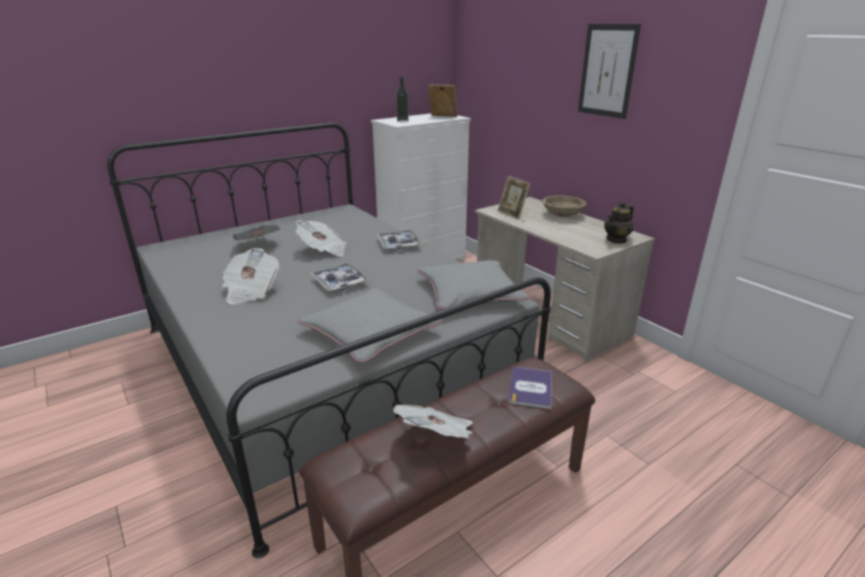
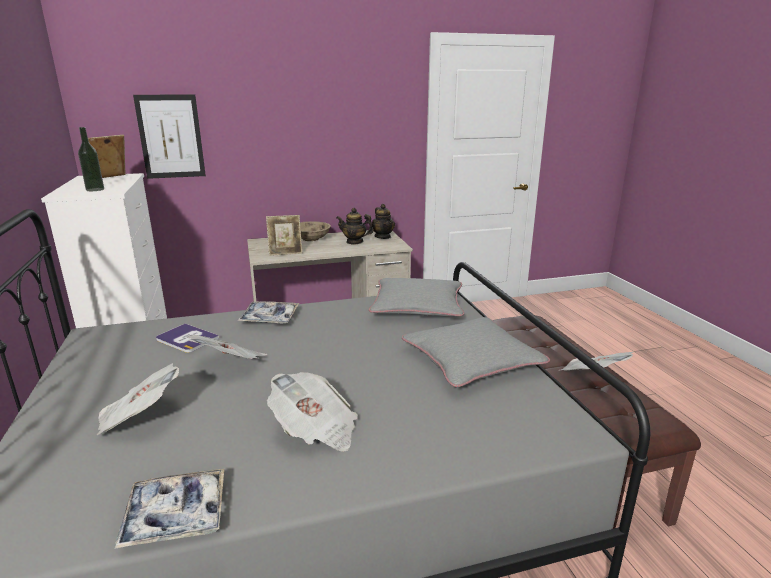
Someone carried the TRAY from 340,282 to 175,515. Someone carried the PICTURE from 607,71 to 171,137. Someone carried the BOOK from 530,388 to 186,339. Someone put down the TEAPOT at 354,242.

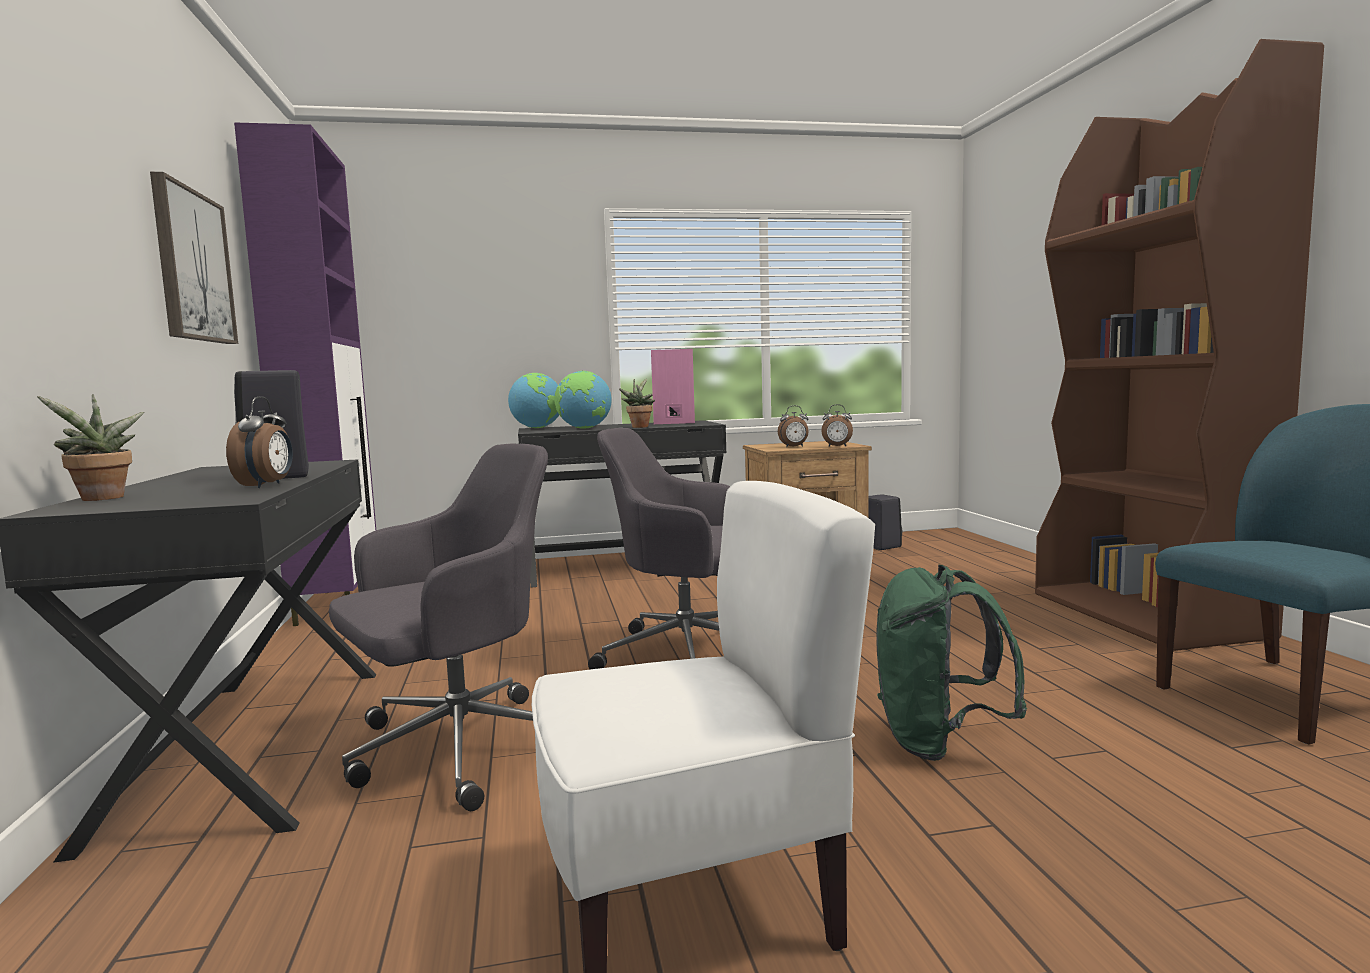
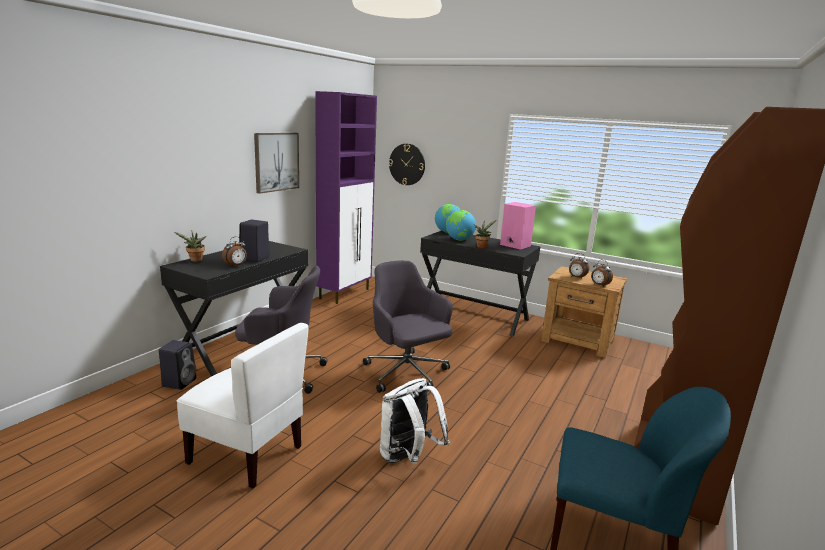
Someone carried the BLACK SPEAKER from 879,546 to 179,382. Someone repainted the GREEN BACKPACK at 938,742, which became the WHITE BACKPACK at 408,458. Someone put up the WALL CLOCK at 407,164.

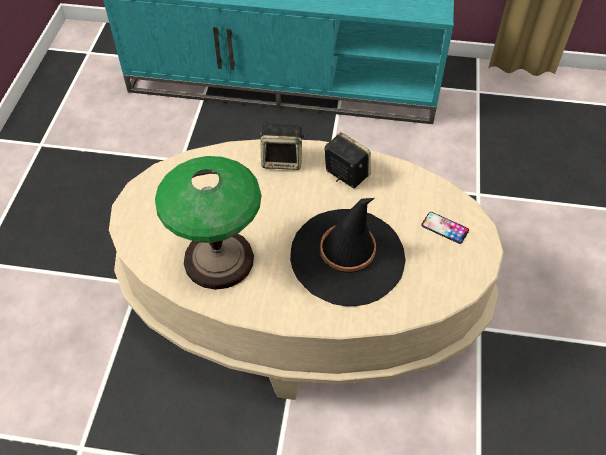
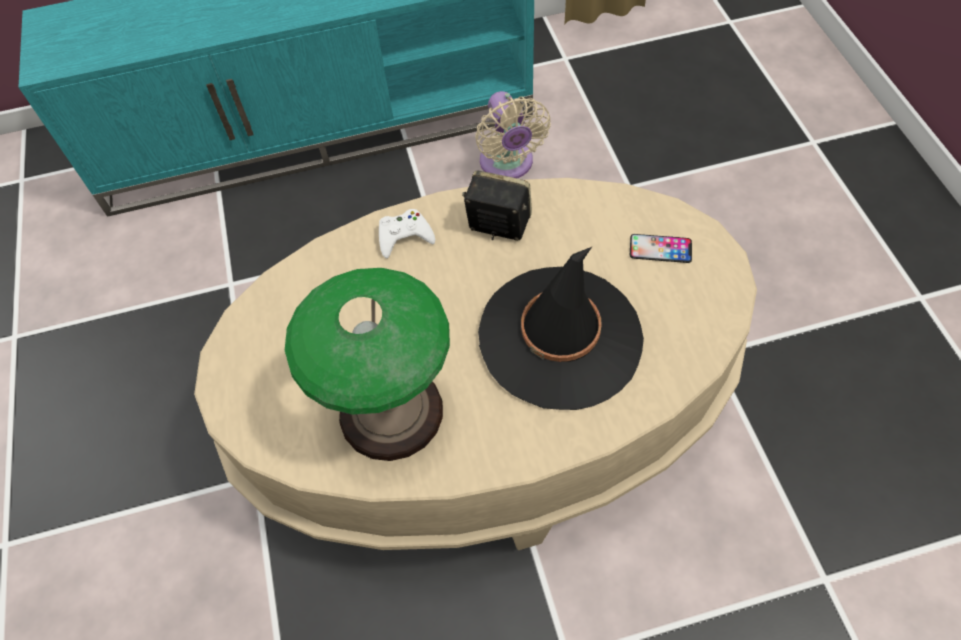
Someone swapped the SPEAKER at 283,160 for the WHITE GAME CONTROLLER at 404,236. Someone put down the BEIGE FAN at 508,165.

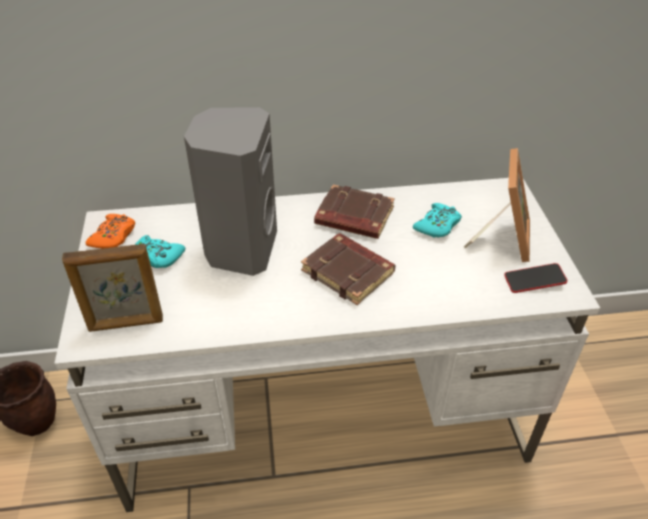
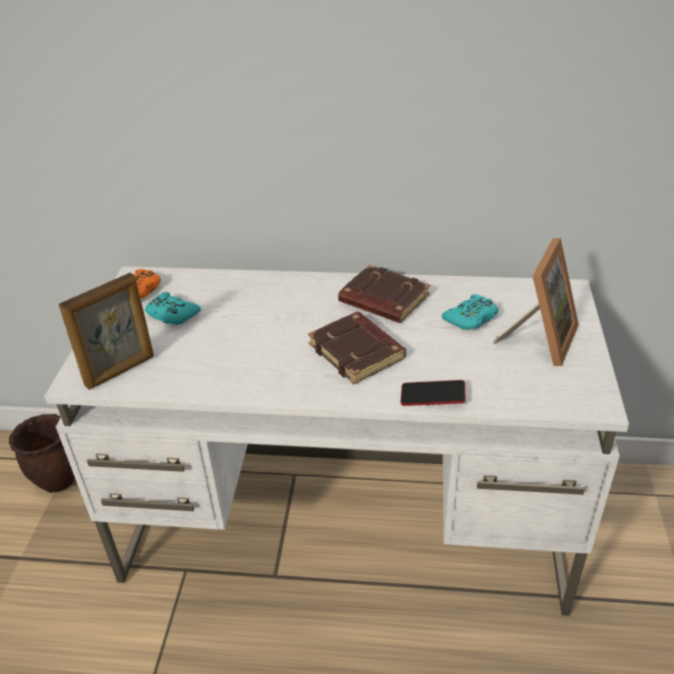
Someone rotated the PICTURE FRAME at 126,324 by 45 degrees counterclockwise. Someone carried the PHONE from 534,281 to 432,397. Someone took away the GREY SPEAKER at 240,249.

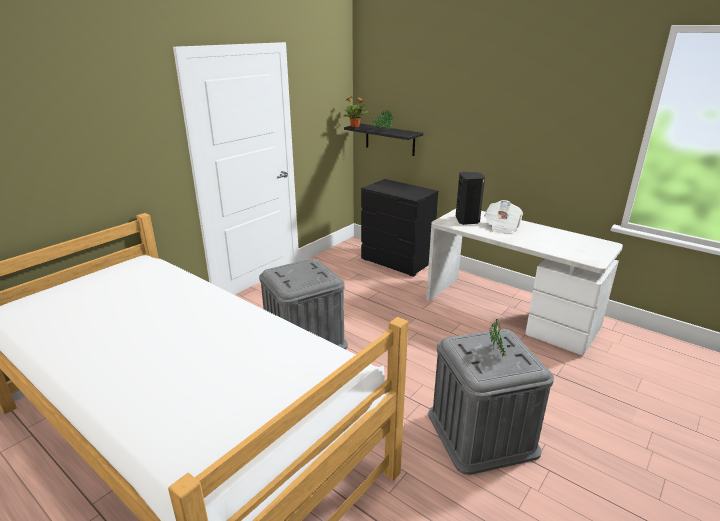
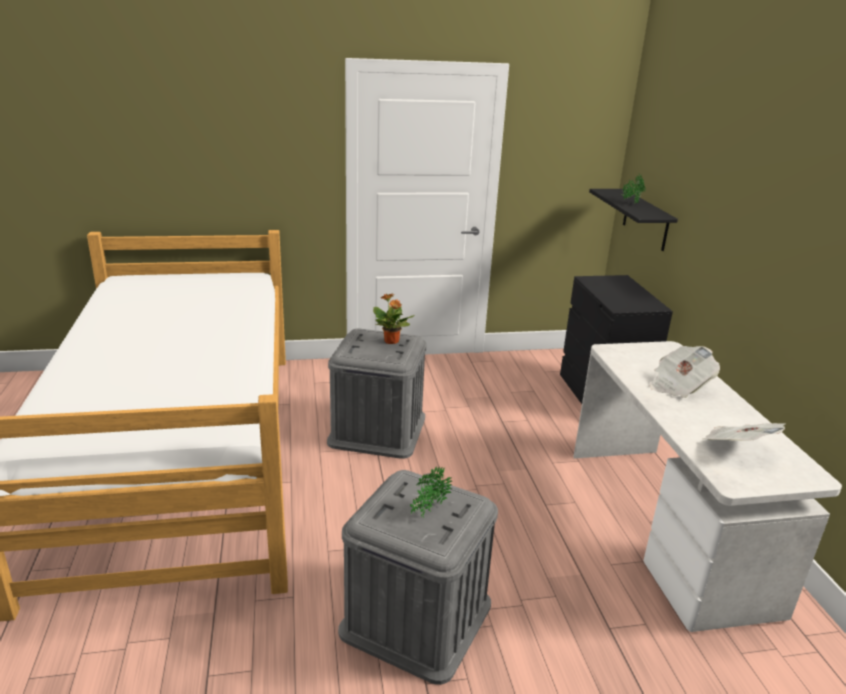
Someone carried the POTTED PLANT from 355,126 to 391,341. Someone put down the NEWSPAPER at 737,447. Someone took away the BLACK SPEAKER at 467,220.

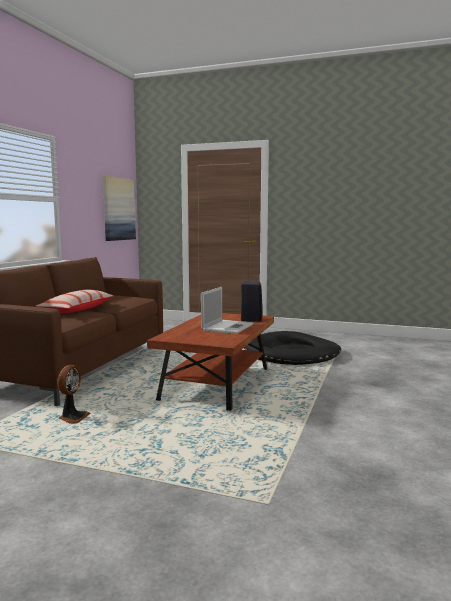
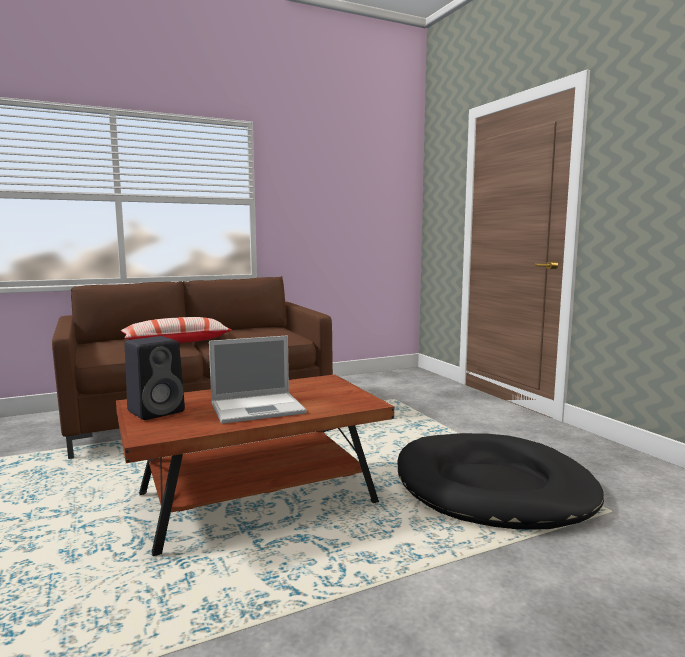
Someone carried the BLACK SPEAKER from 250,319 to 157,411. Someone took away the FAN at 73,418. Someone took away the PICTURE at 118,209.

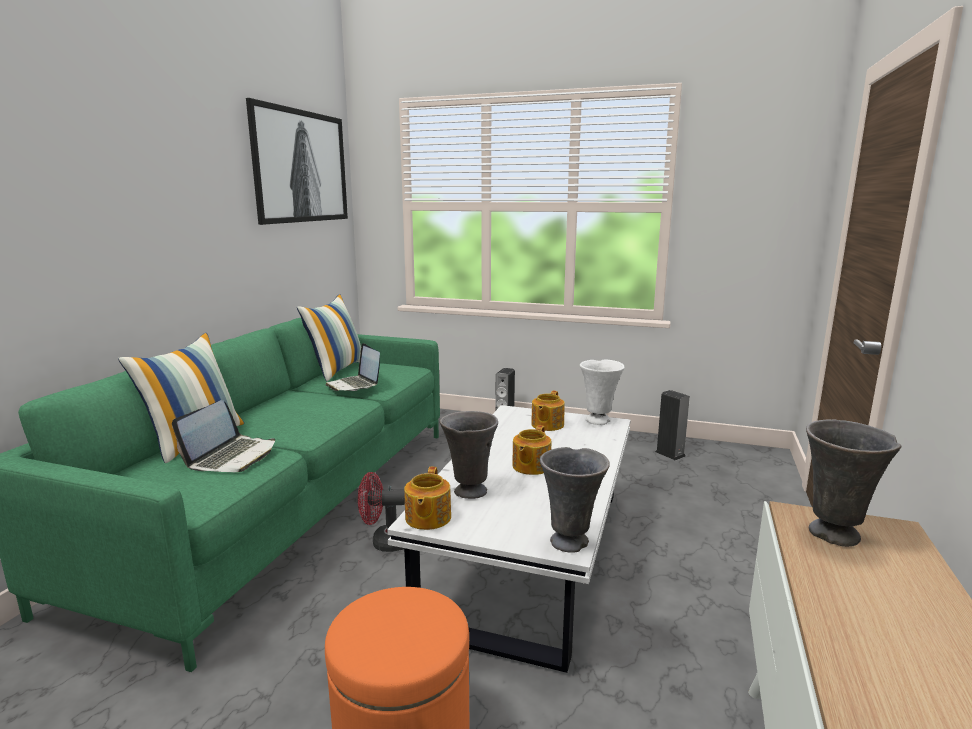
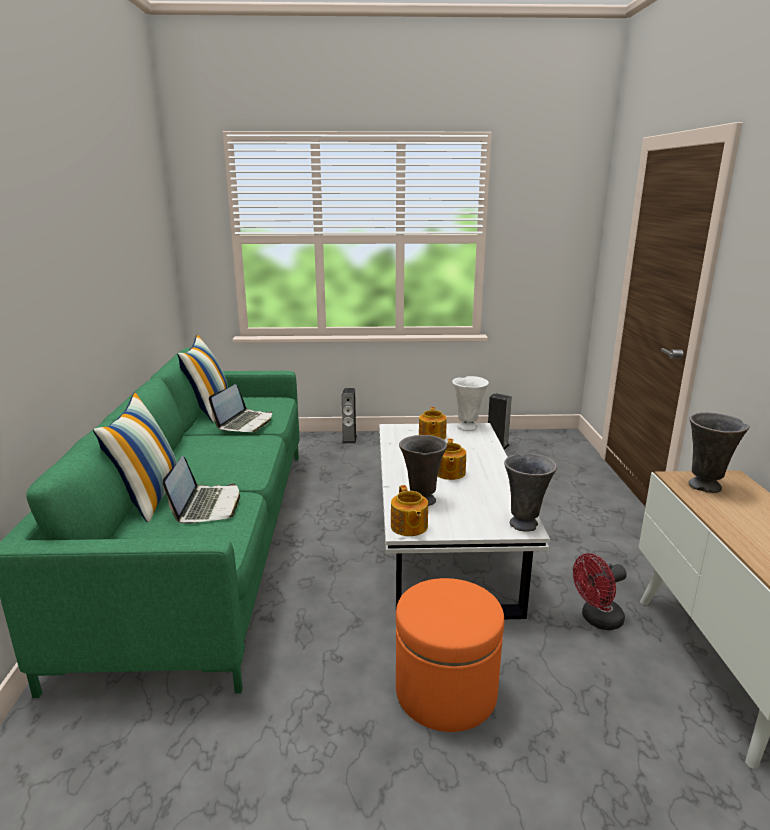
Someone rotated the LAPTOP at 354,385 by 105 degrees counterclockwise. Someone carried the RED FAN from 385,542 to 597,620. Someone took away the PICTURE at 300,166.

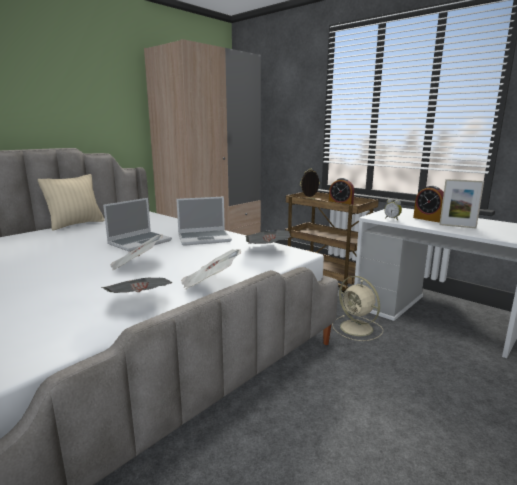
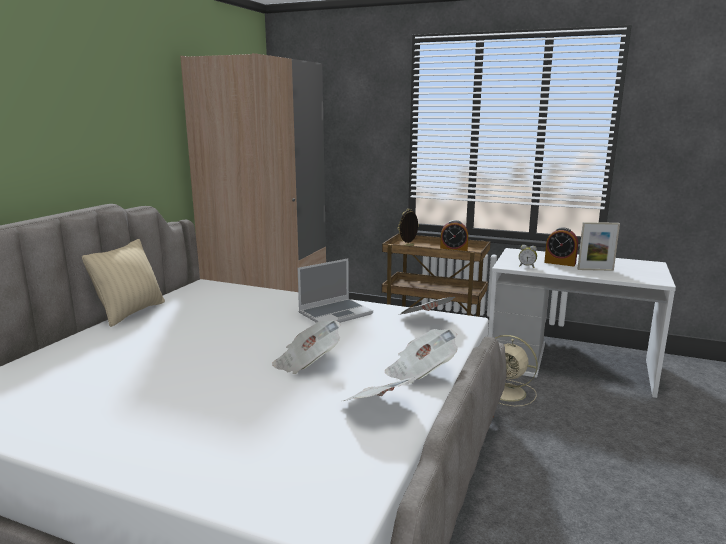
Someone took away the LAPTOP at 140,242.

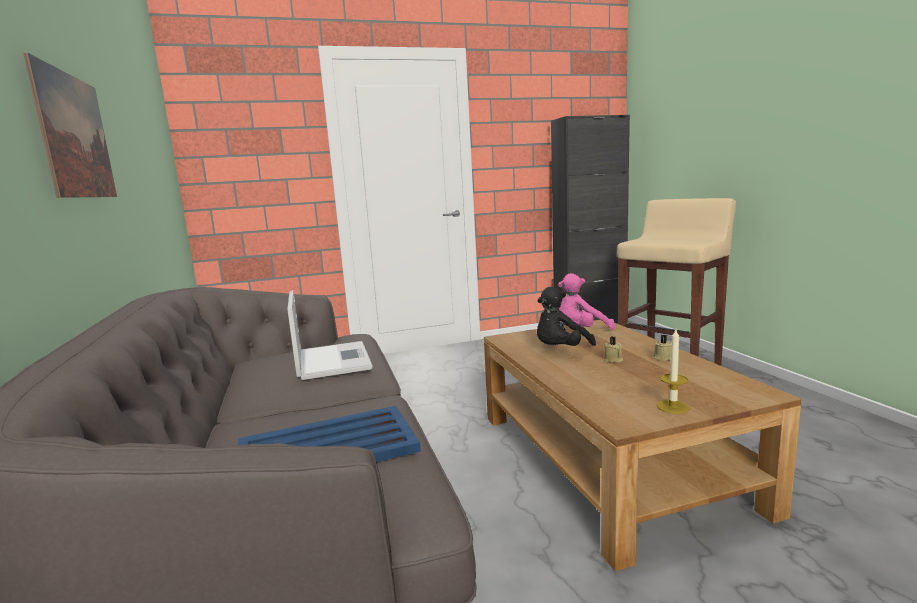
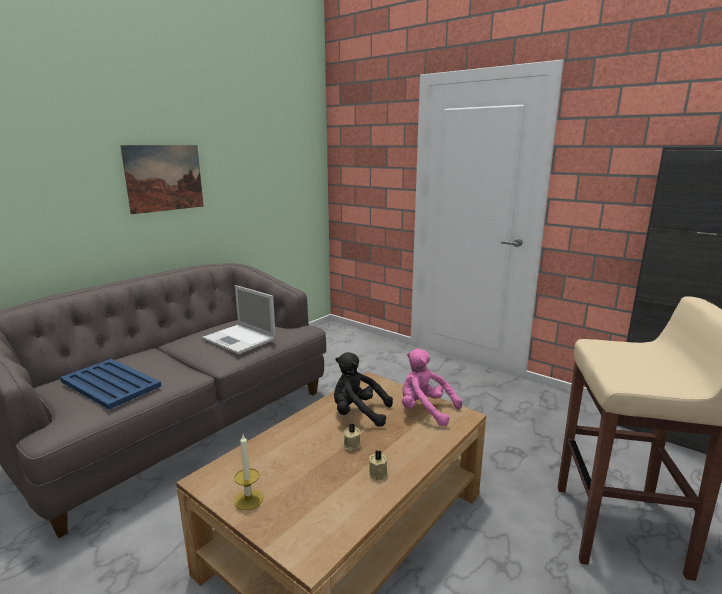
Someone rotated the LAPTOP at 332,360 by 90 degrees clockwise.

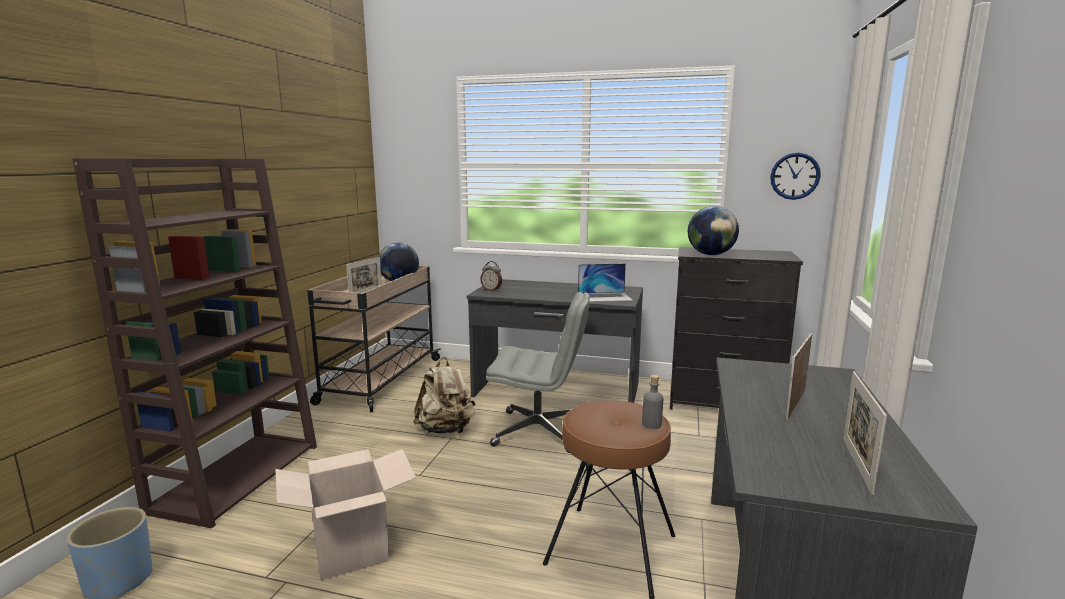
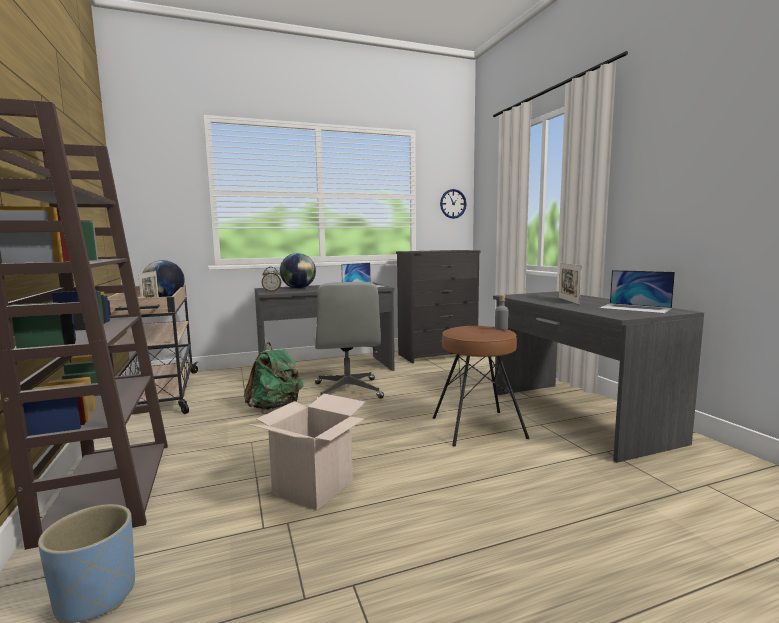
Someone repainted the BEIGE BACKPACK at 446,430, which became the GREEN BACKPACK at 275,407. Someone carried the GLOBE from 711,254 to 298,288. Someone rotated the GREY OFFICE CHAIR at 539,431 by 105 degrees clockwise. Someone swapped the PICTURE FRAME at 856,464 for the LAPTOP at 635,308.

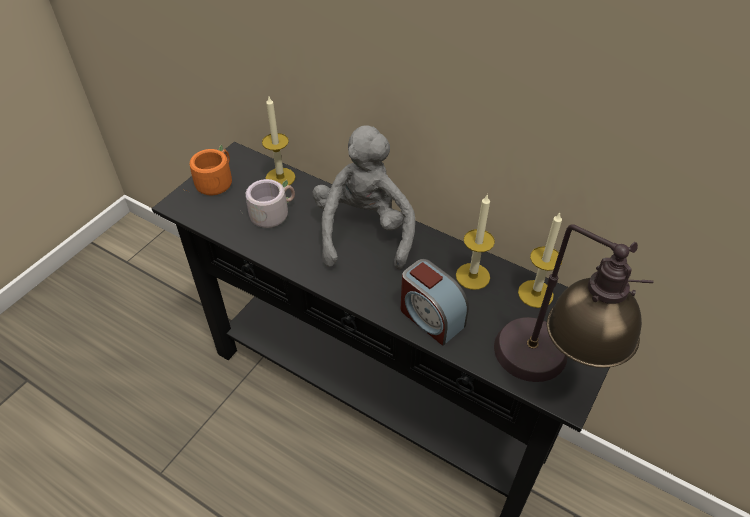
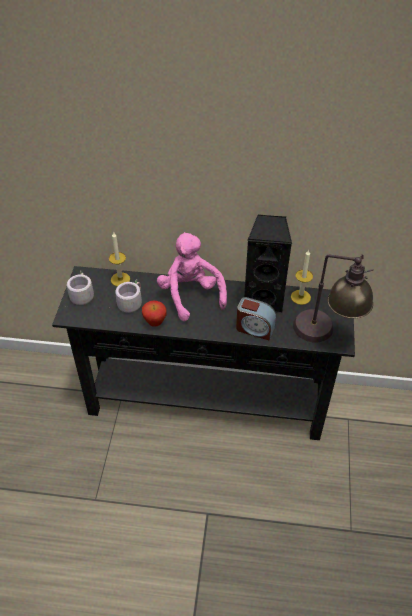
Someone repainted the ORANGE MUG at 215,181, which became the GREY MUG at 81,295. Someone put down the APPLE at 155,323. Someone repainted the GREY PLUSH TOY at 364,231, which became the PINK PLUSH TOY at 190,295. Someone swapped the CANDLE at 472,276 for the BLACK SPEAKER at 264,299.

